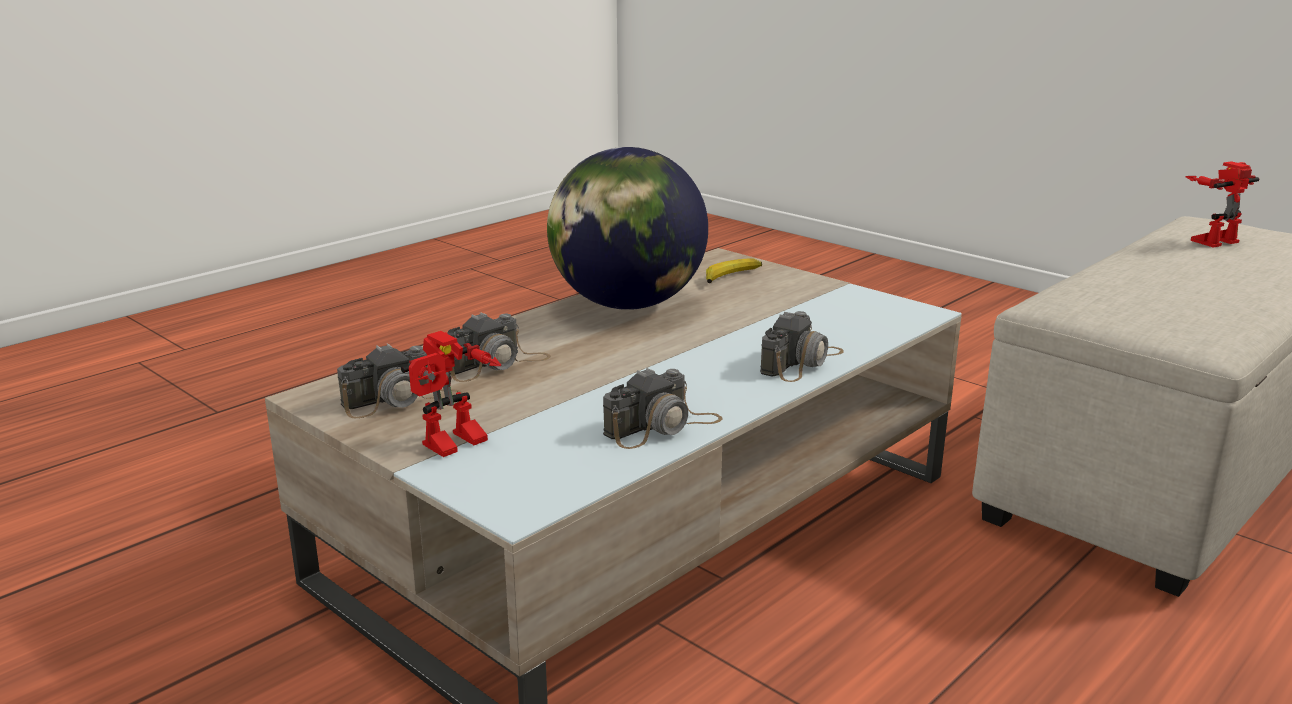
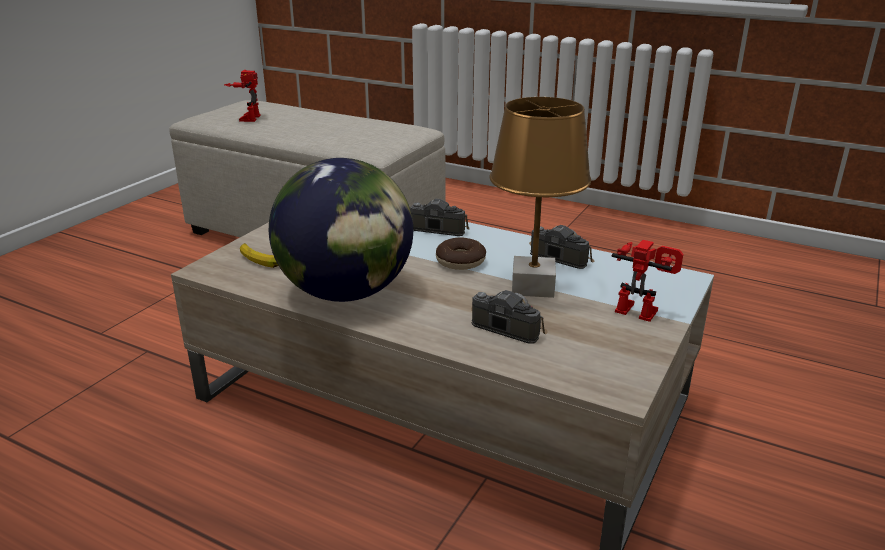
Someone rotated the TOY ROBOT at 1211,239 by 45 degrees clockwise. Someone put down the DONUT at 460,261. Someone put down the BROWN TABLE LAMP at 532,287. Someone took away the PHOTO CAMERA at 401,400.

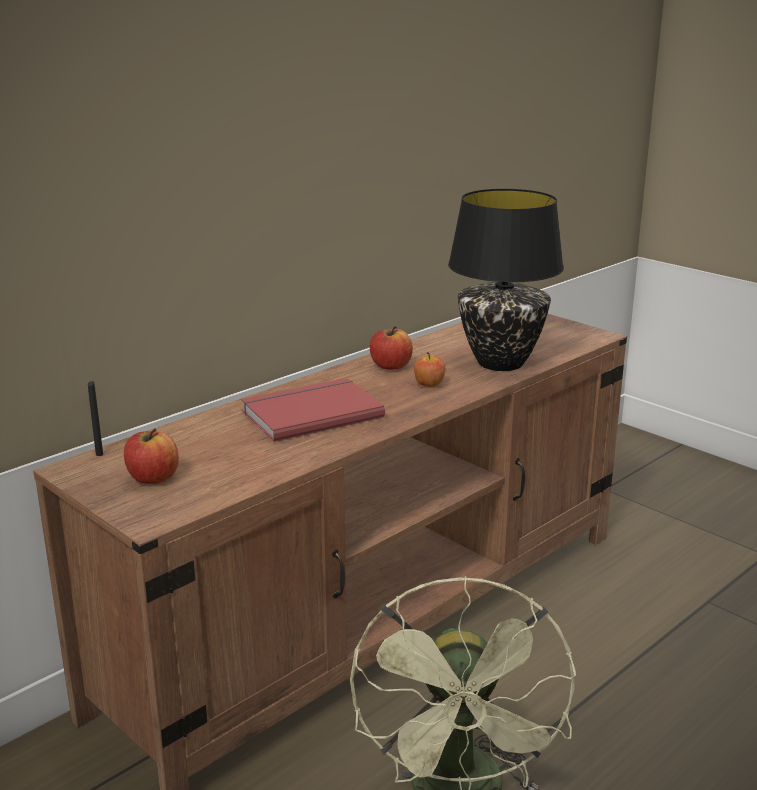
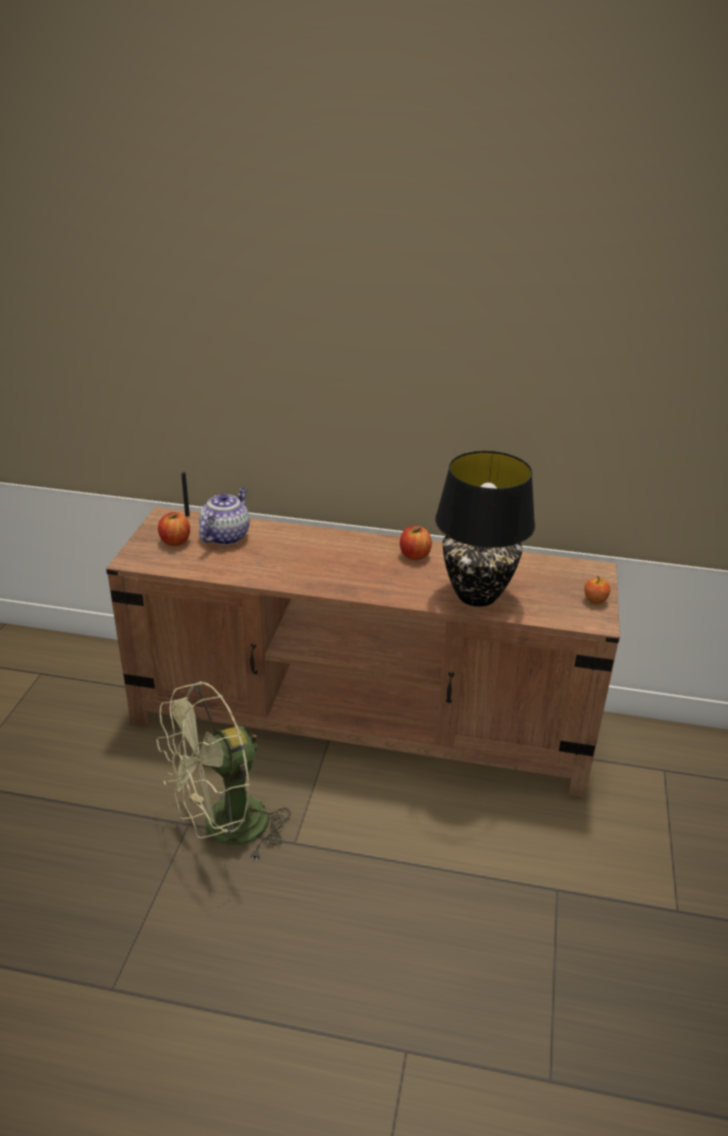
Someone put down the TEAPOT at 225,536. Someone carried the APPLE from 429,384 to 595,600. Someone took away the RED BOOK at 310,413.

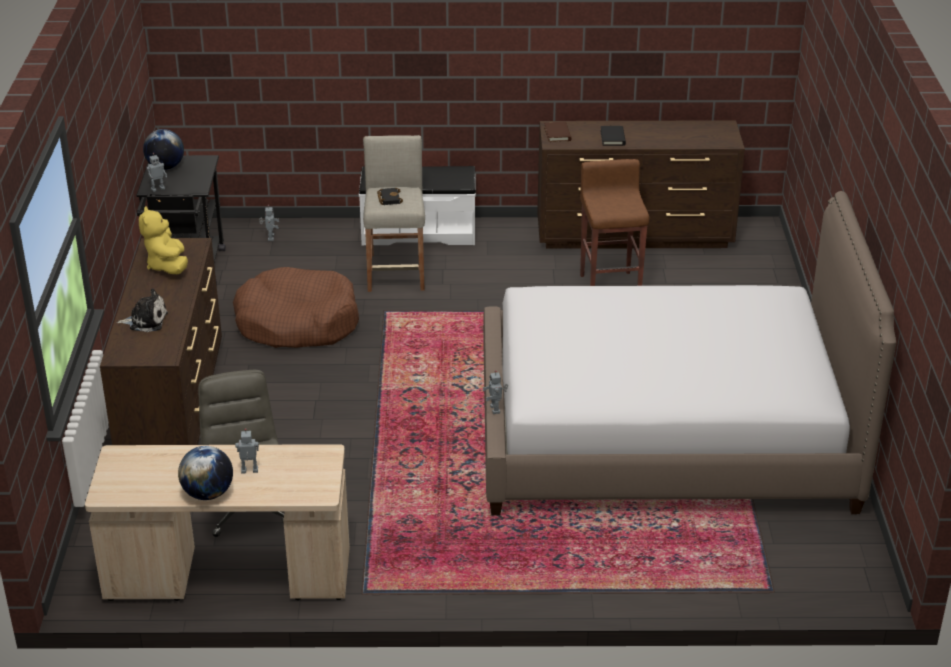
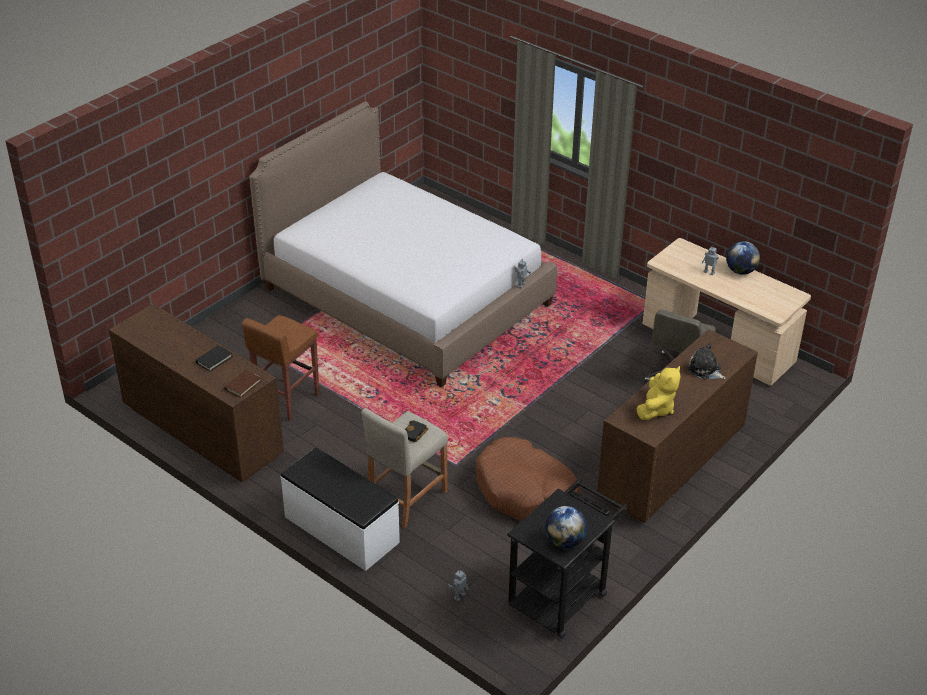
Someone took away the TOY ROBOT at 157,189.

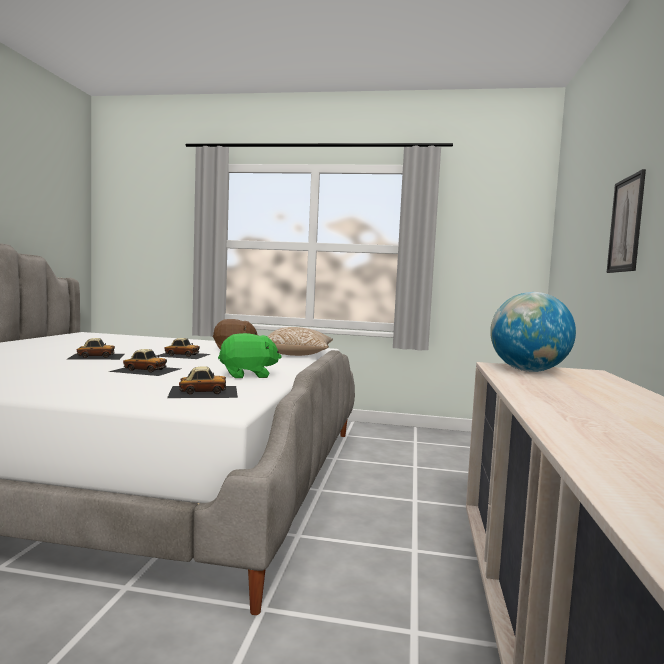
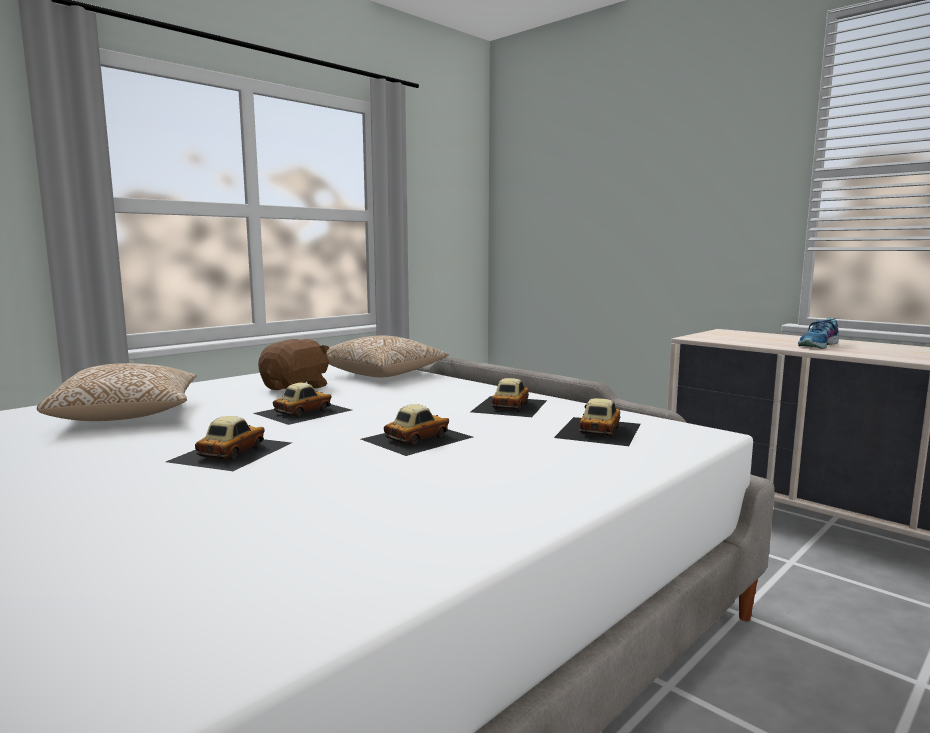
Someone put down the PILLOW at 128,415. Someone swapped the GREEN PLUSH TOY at 248,375 for the TOY CAR at 509,406. Someone put down the SHOE at 819,345. Someone took away the GLOBE at 528,371. Someone took away the PICTURE at 626,224.

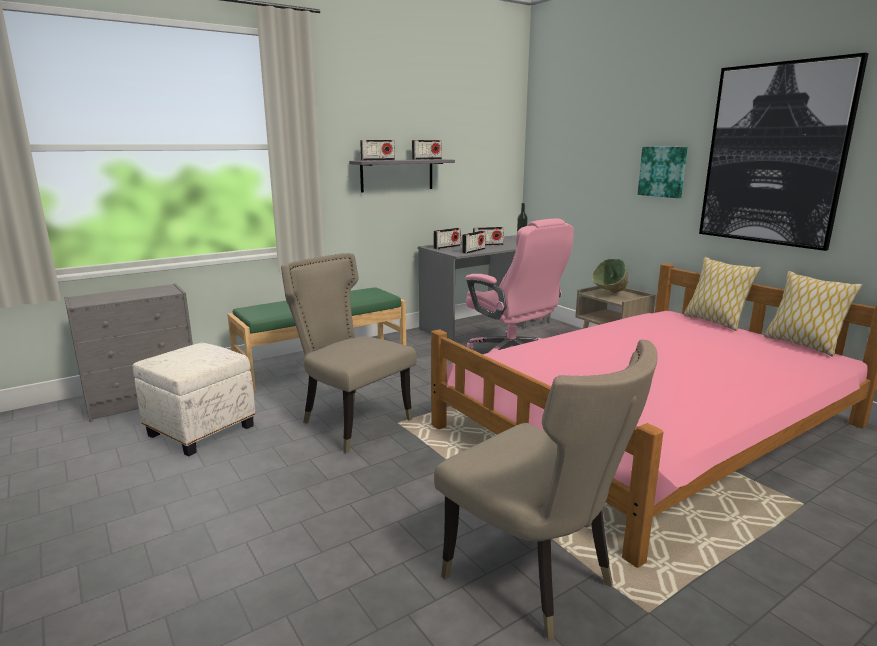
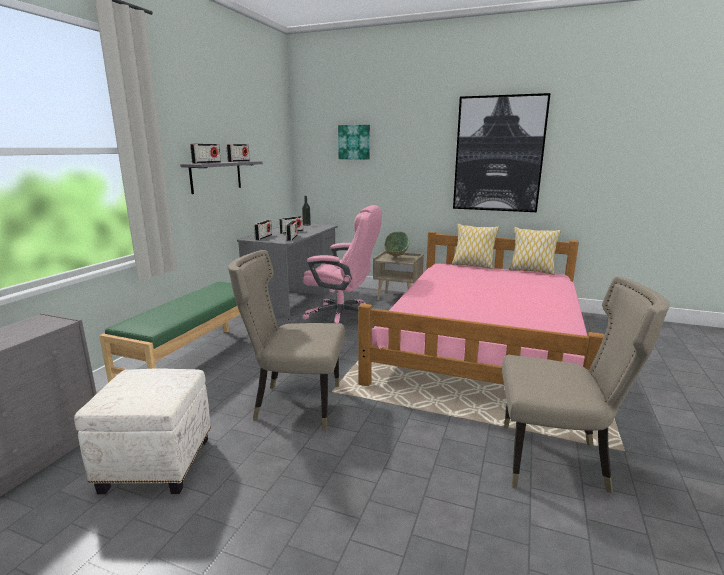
Someone carried the PICTURE from 663,171 to 354,142.

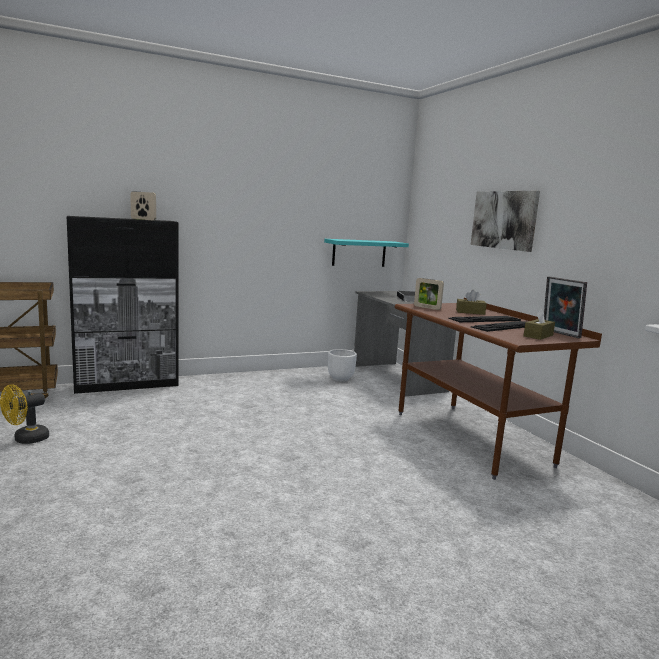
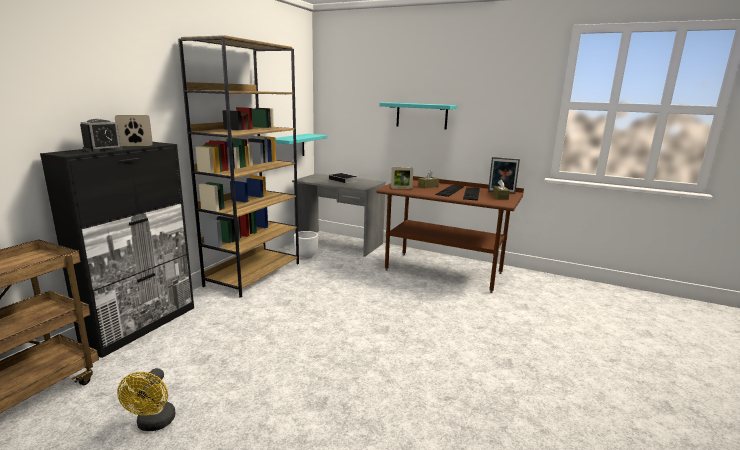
Someone put down the ALARM CLOCK at 103,149. Someone put down the BROWN BOOKCASE at 254,274. Someone swapped the PICTURE at 504,220 for the TURQUOISE SHELF at 421,115.

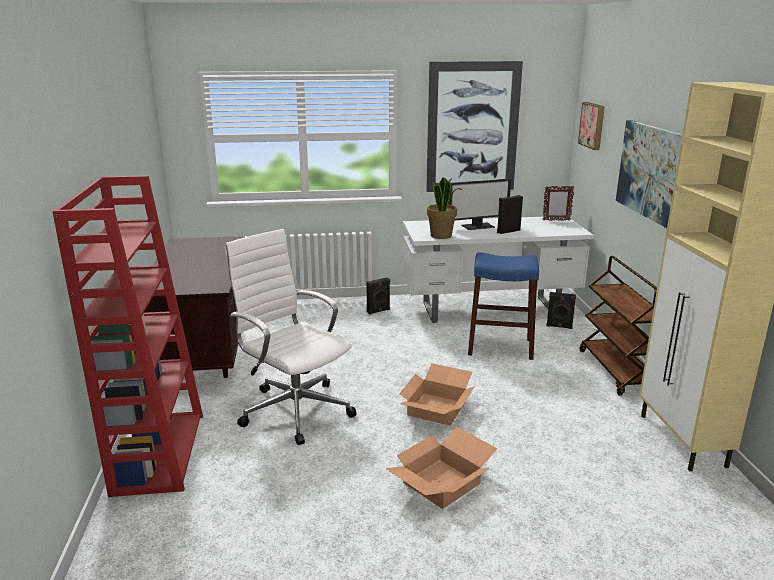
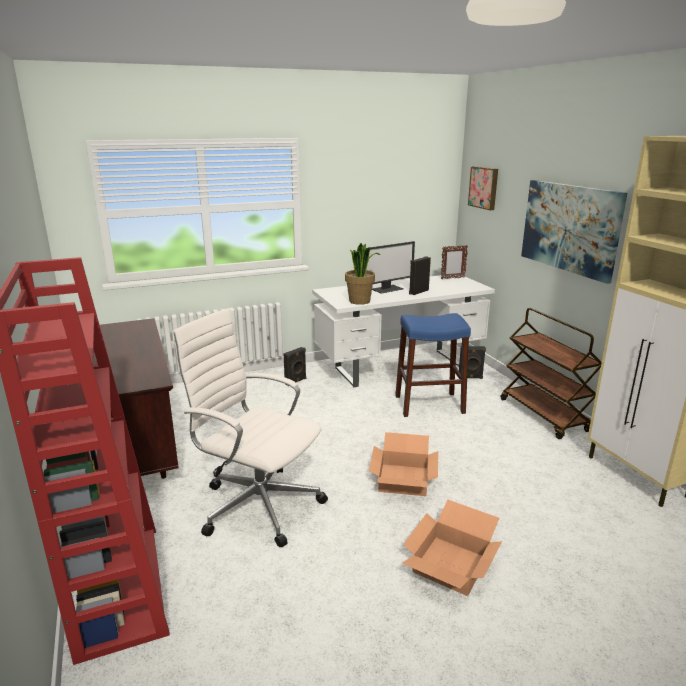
Someone took away the PICTURE at 472,128.

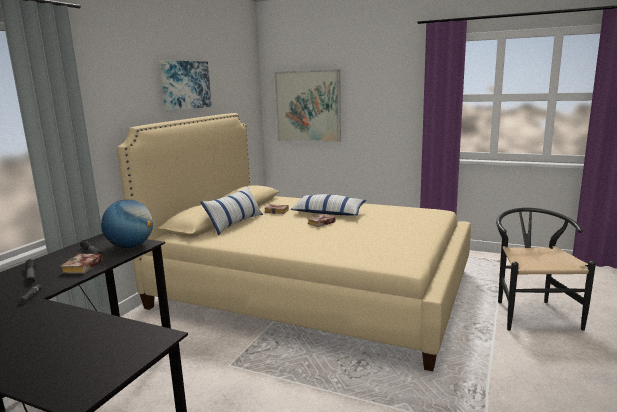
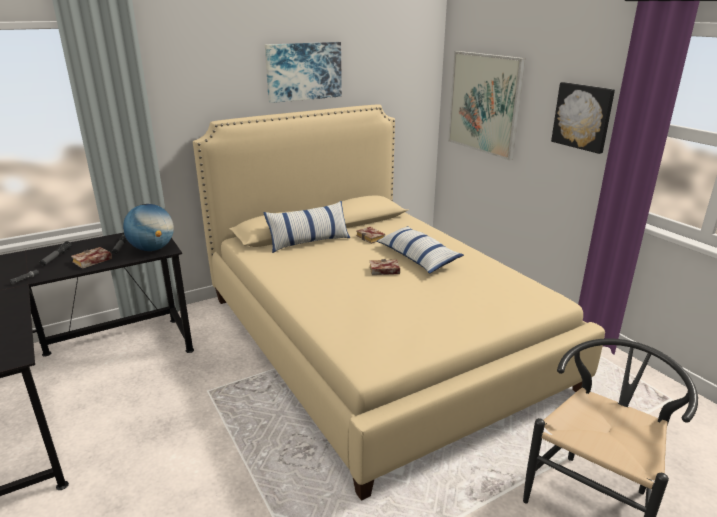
Someone put up the PICTURE at 583,116.

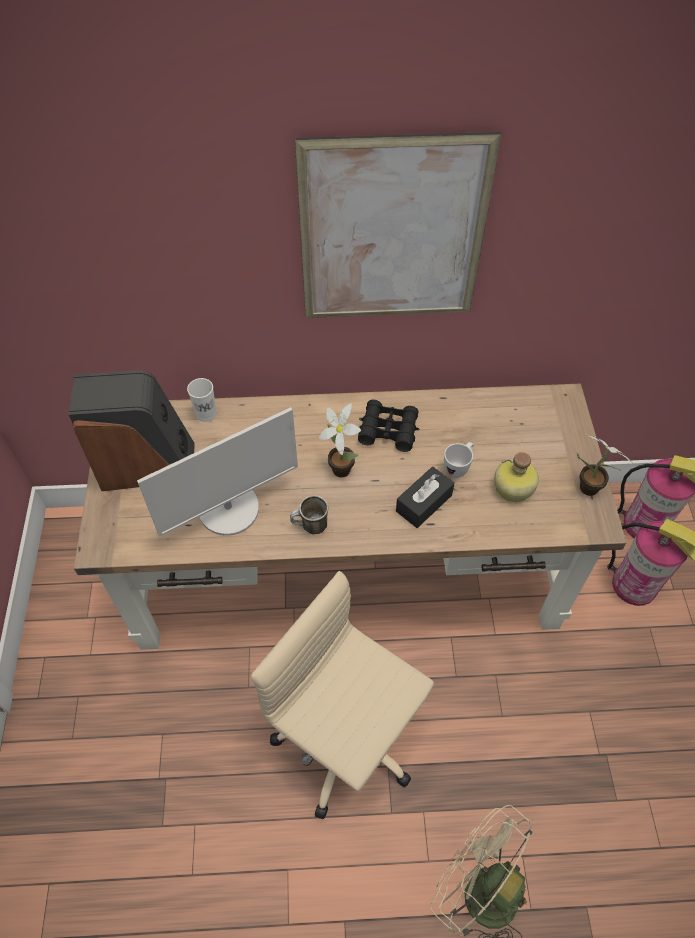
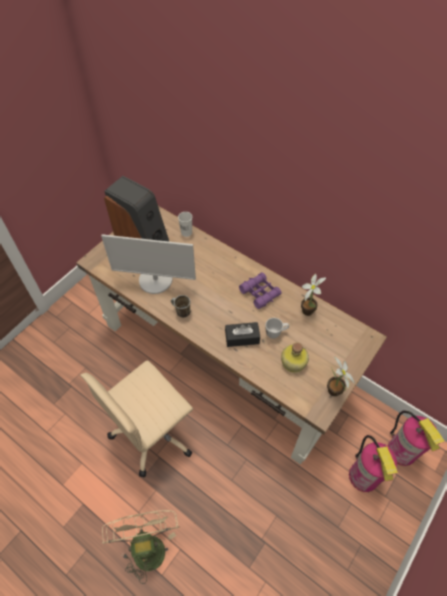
Someone rotated the BEIGE OFFICE CHAIR at 349,740 by 120 degrees counterclockwise. Someone repainted the BLACK BINOCULARS at 388,430, which became the PURPLE BINOCULARS at 260,293. Someone carried the POTTED PLANT from 340,467 to 308,309. Someone took away the PICTURE at 392,233.

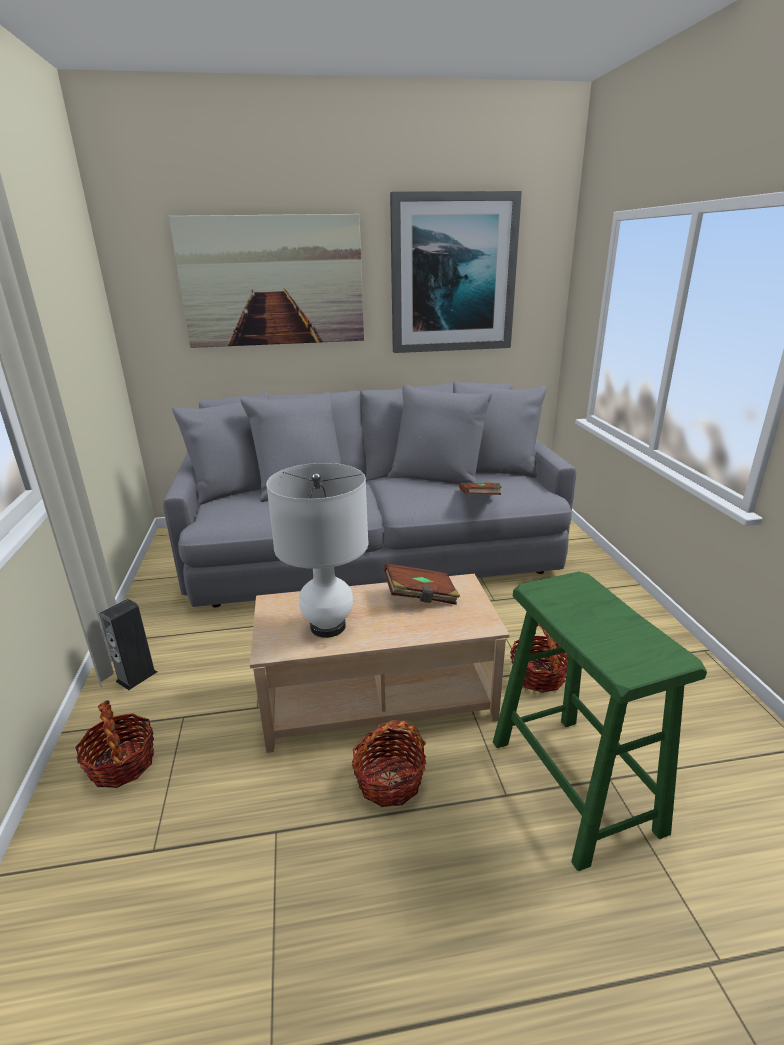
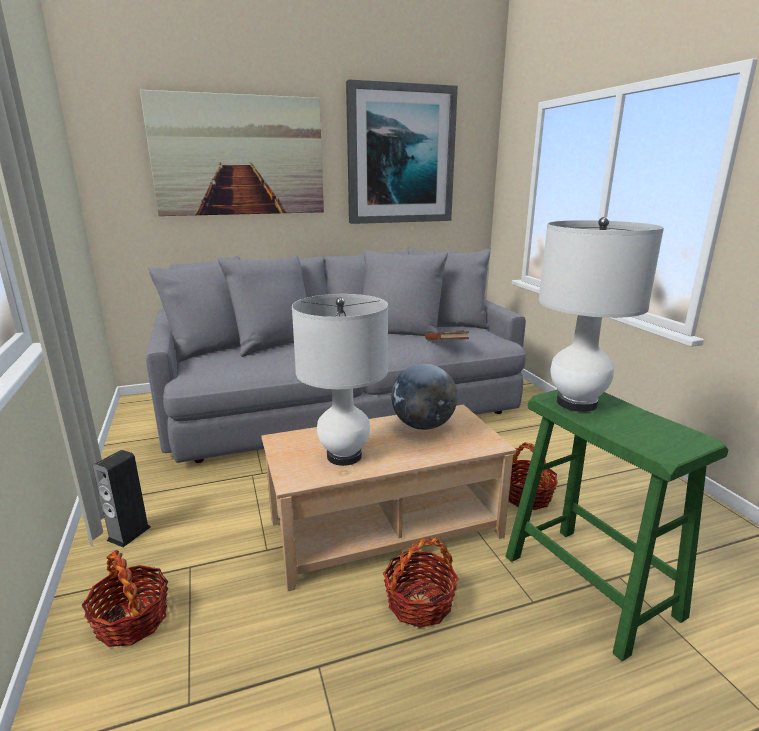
Someone swapped the BROWN BOOK at 421,597 for the GLOBE at 423,426. Someone put down the WHITE TABLE LAMP at 576,403.

